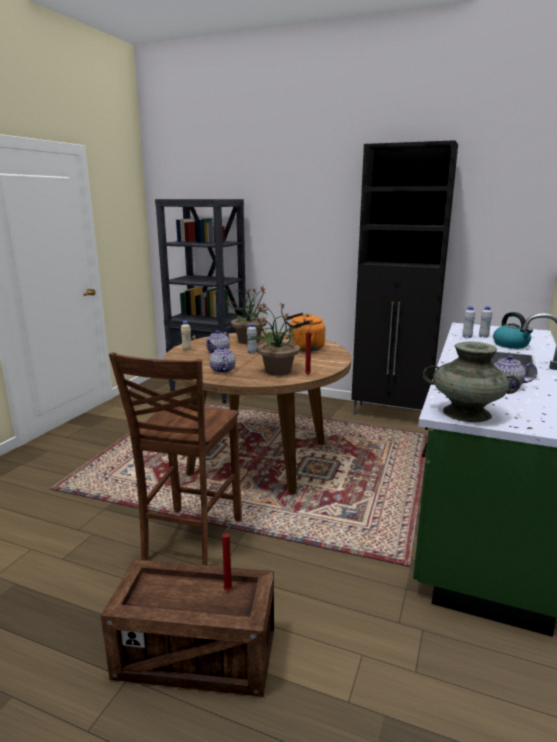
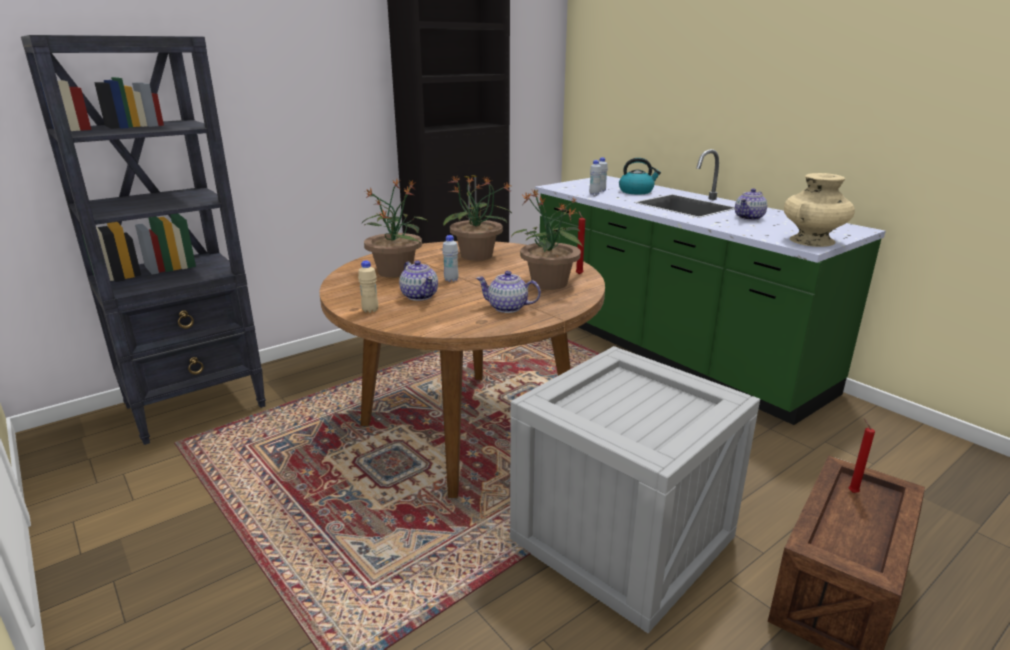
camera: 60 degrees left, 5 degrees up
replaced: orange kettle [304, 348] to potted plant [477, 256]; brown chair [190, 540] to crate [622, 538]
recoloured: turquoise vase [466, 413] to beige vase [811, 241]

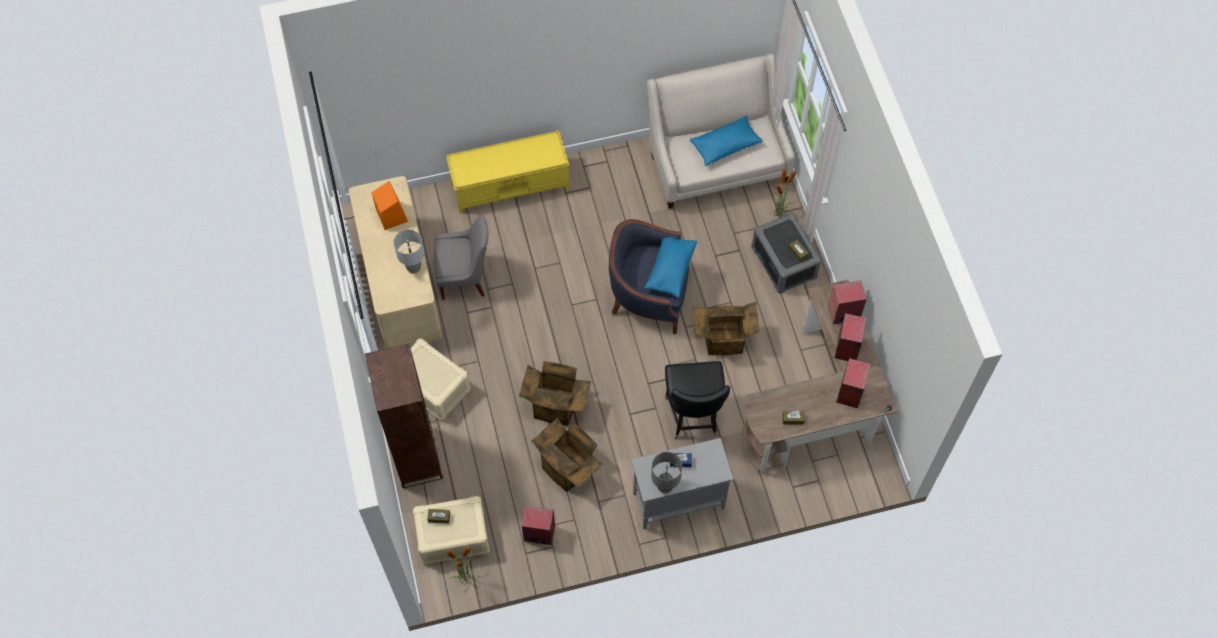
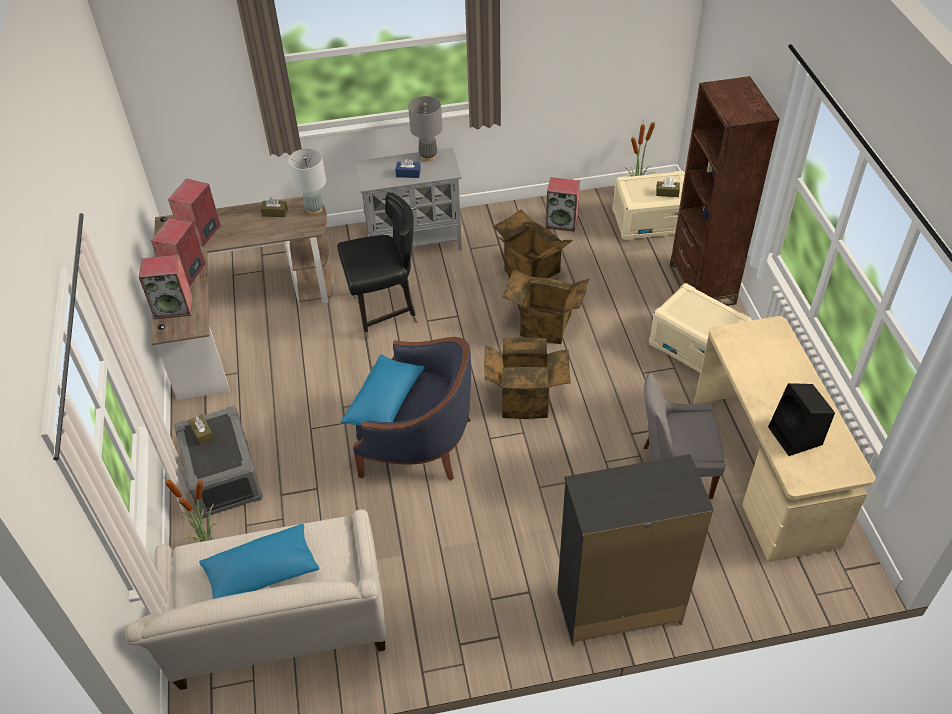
camera: 175 degrees left, 15 degrees down
moved: grey table lamp [414, 267] to [314, 209]; cardboard box [723, 340] to [525, 398]
replaced: yellow bench [511, 185] to black dresser [617, 608]
recoloured: orange speaker [391, 215] to black speaker [796, 437]
turned: black chair [693, 415] = [385, 312] 75 degrees clockwise

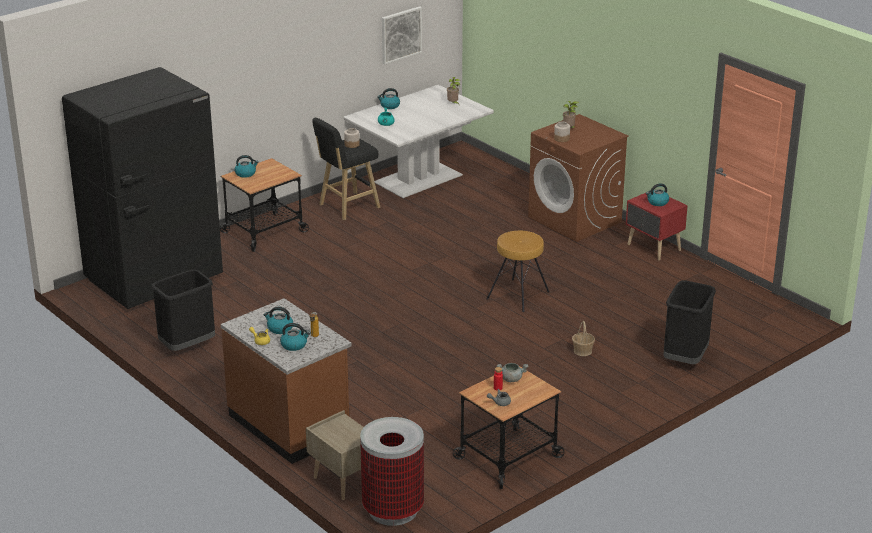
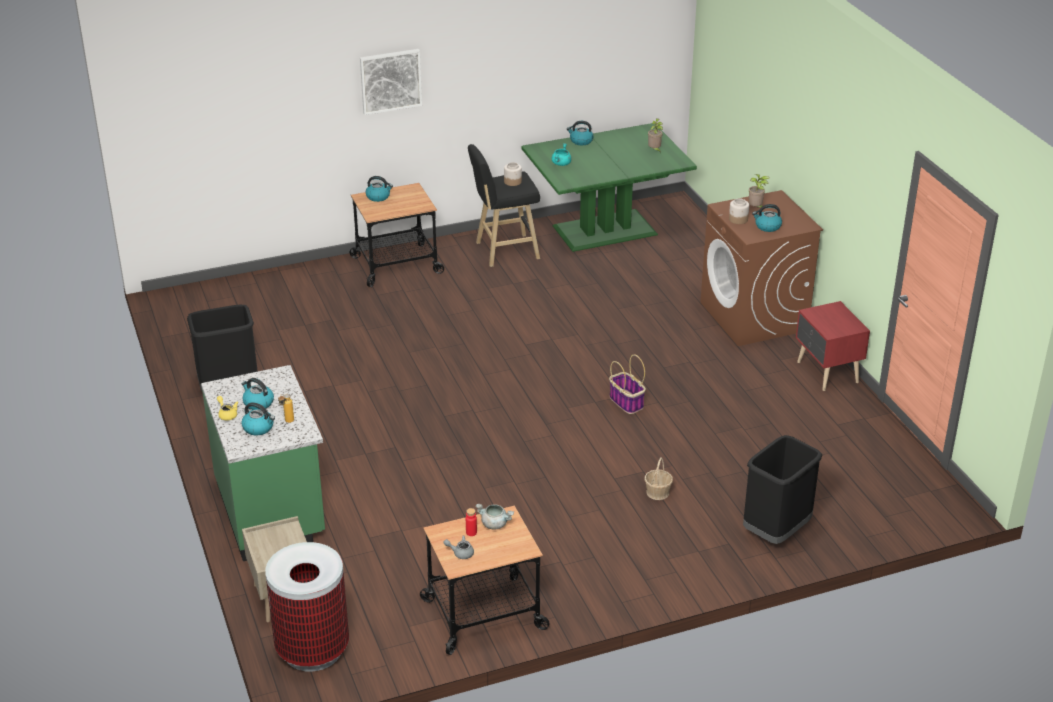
camera: 20 degrees right, 5 degrees up
removed: black fridge [154, 279]
moved: picture [401, 34] to [390, 81]; kettle [657, 202] to [767, 226]
replaced: brown stool [518, 295] to basket [627, 402]
recoloured: white dining table [419, 179] to green dining table [605, 231]; brown counter [290, 425] to green counter [272, 511]

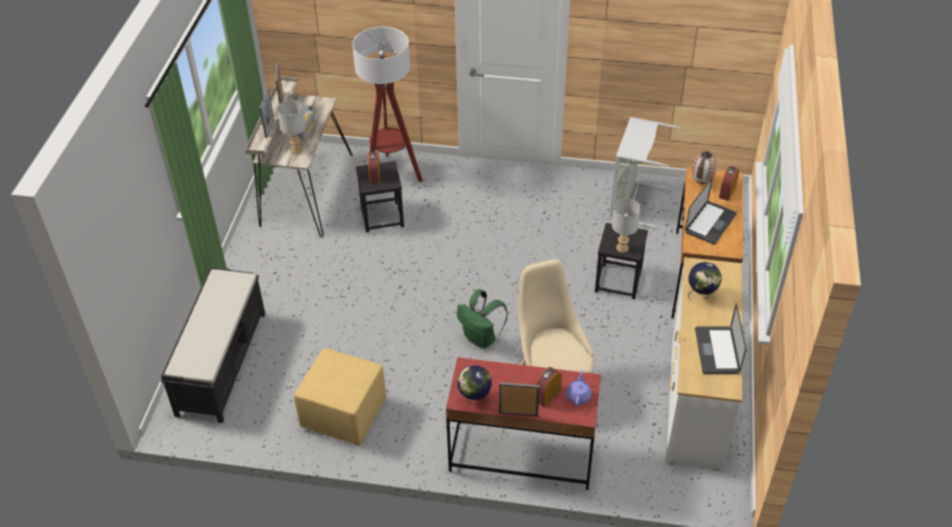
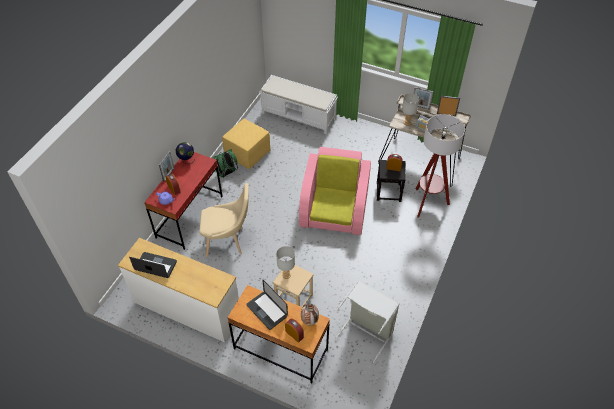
camera: 105 degrees right, 5 degrees up
removed: globe [701, 295]
added: pink armchair [334, 209]
moved: green backpack [481, 339] to [226, 173]
recoloured: black stool [618, 281] to beige stool [294, 298]; black bench [222, 362] to white bench [299, 116]

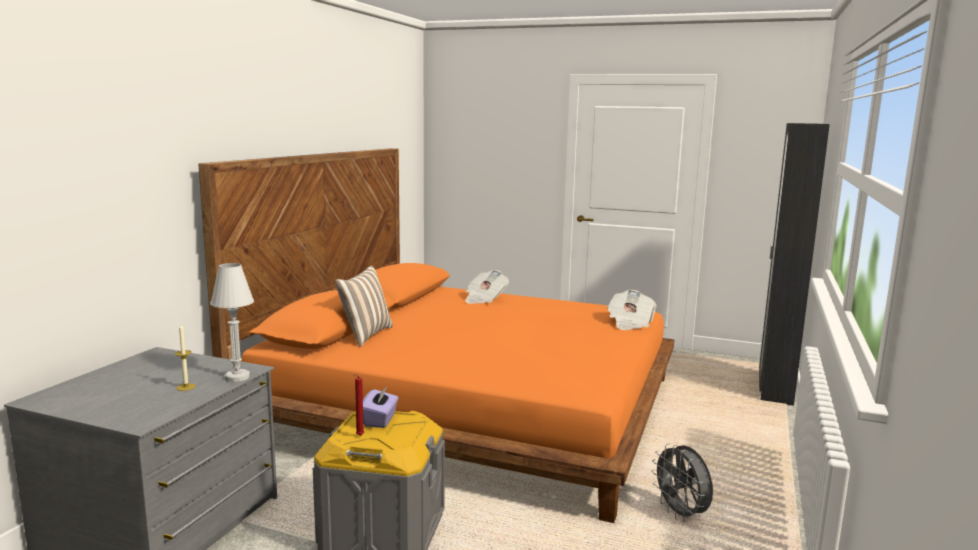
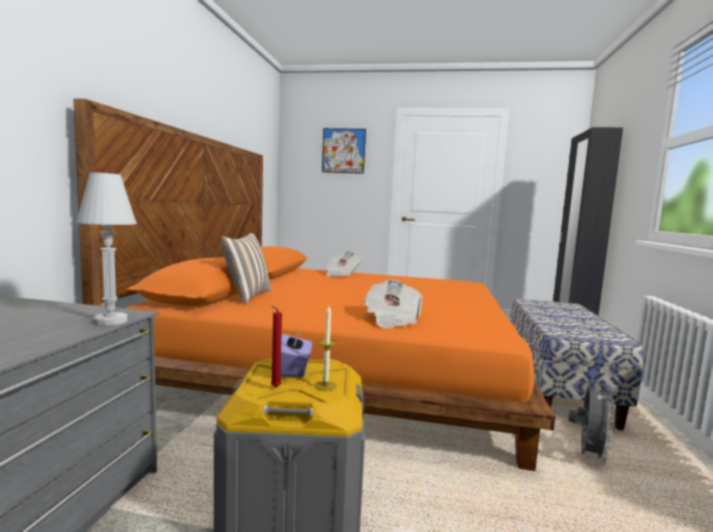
camera: 10 degrees left, 5 degrees down
added: picture [343, 151]; bench [556, 388]
moved: newspaper [630, 323] to [392, 320]; candle [186, 387] to [325, 386]
turned: grey fan [681, 514] = [588, 455] 120 degrees counterclockwise

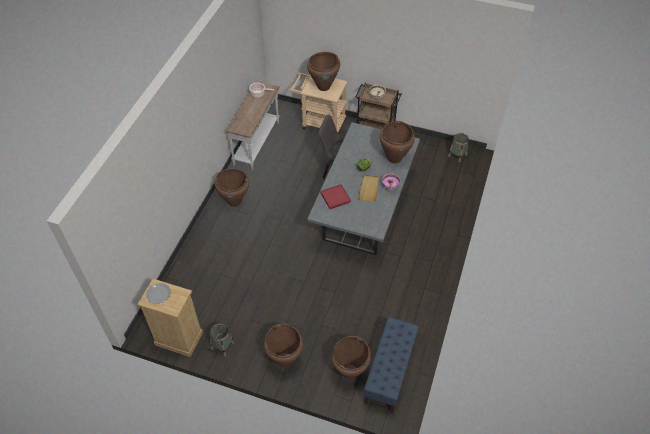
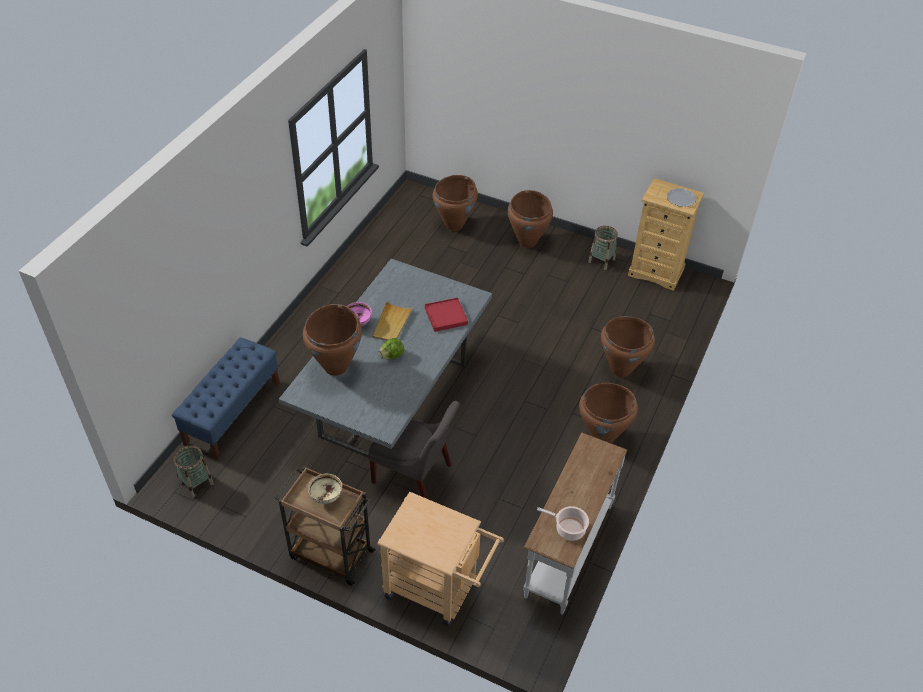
camera: 175 degrees left, 5 degrees down
moved: brown vase [323, 87] to [621, 369]; blue bench [389, 373] to [233, 413]

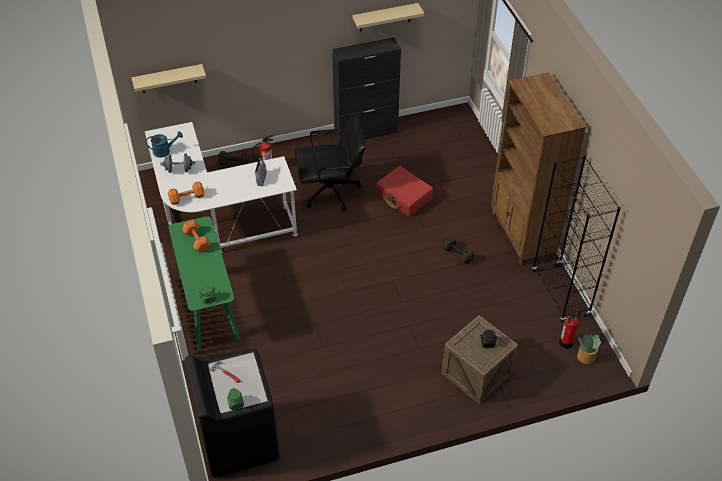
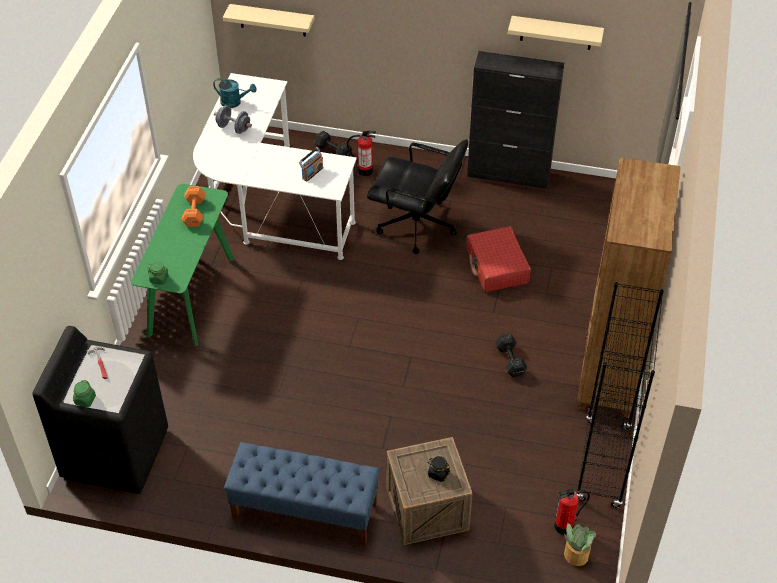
camera: 30 degrees right, 0 degrees up
removed: orange dumbbell [186, 198]
added: blue bench [304, 511]

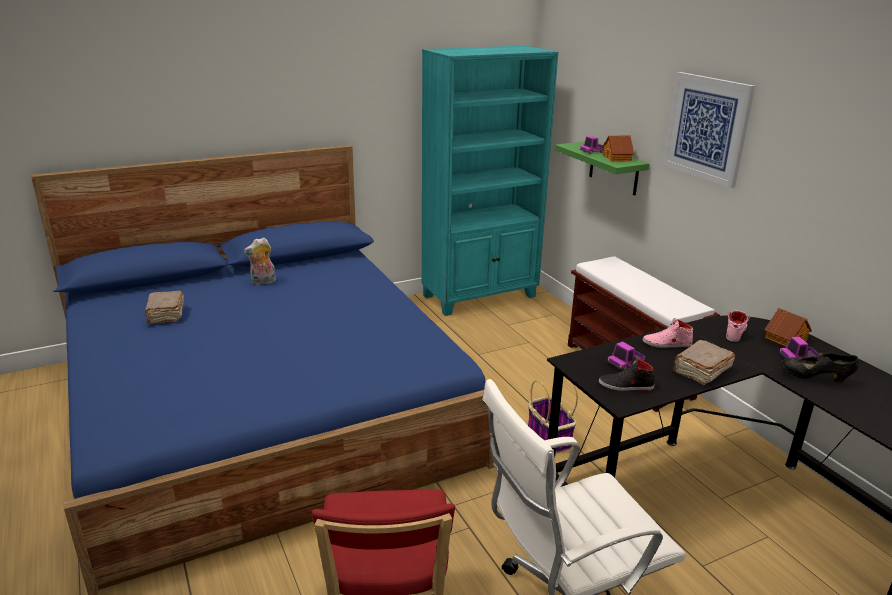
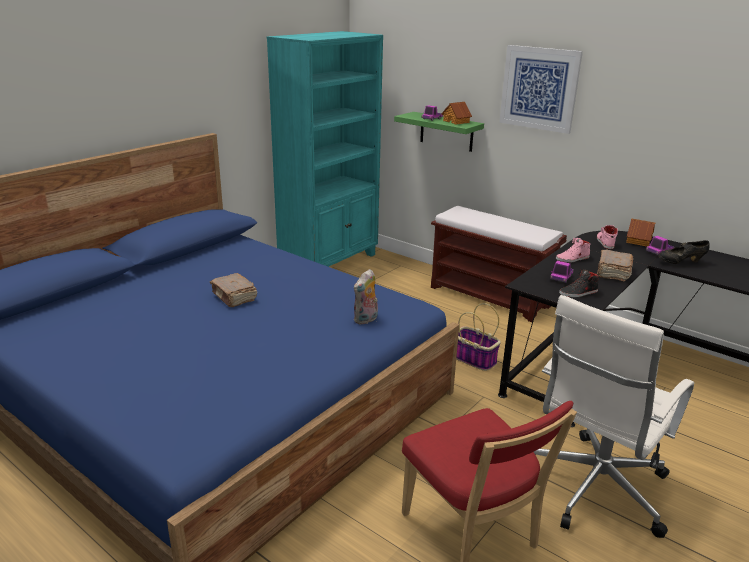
camera: 25 degrees left, 0 degrees up
moved: plush toy [263, 282] to [366, 320]; brown book [165, 315] to [234, 297]

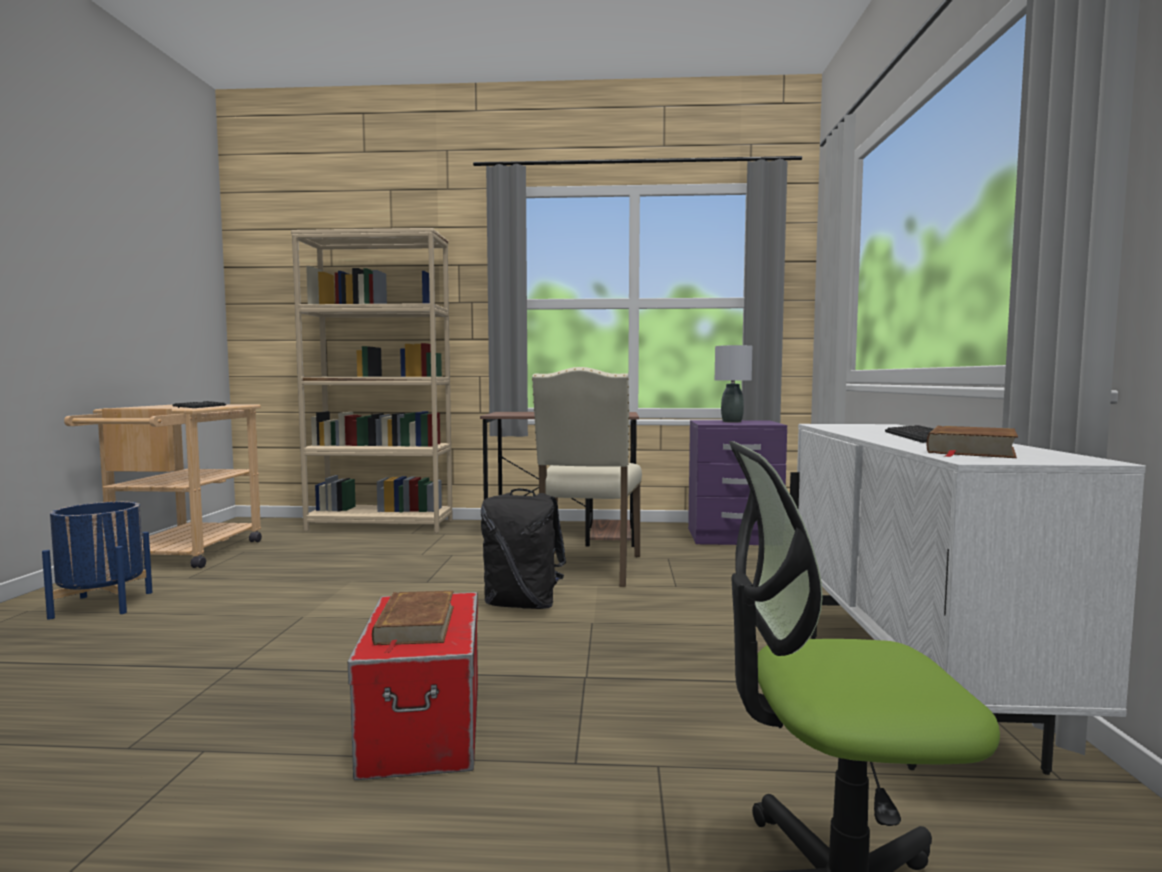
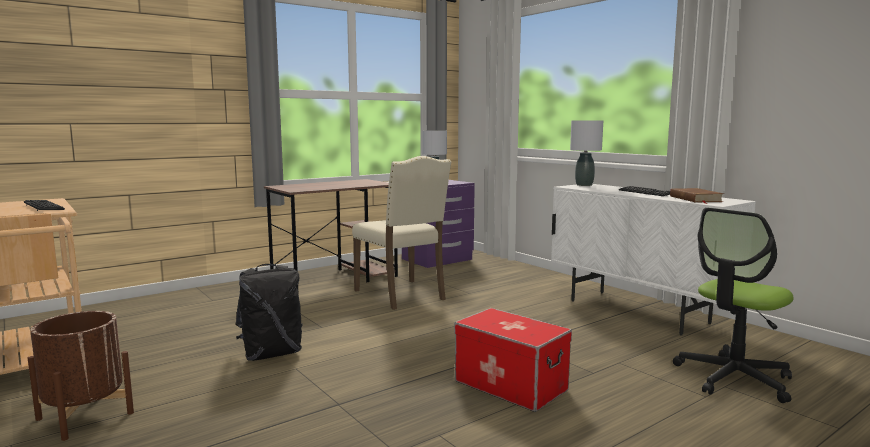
camera: 40 degrees left, 5 degrees up
removed: beige bookcase [381, 525]; brown book [415, 625]
added: grey table lamp [584, 185]
moved: black backpack [523, 604] to [272, 354]
recoloured: blue planter [102, 605] to brown planter [85, 416]

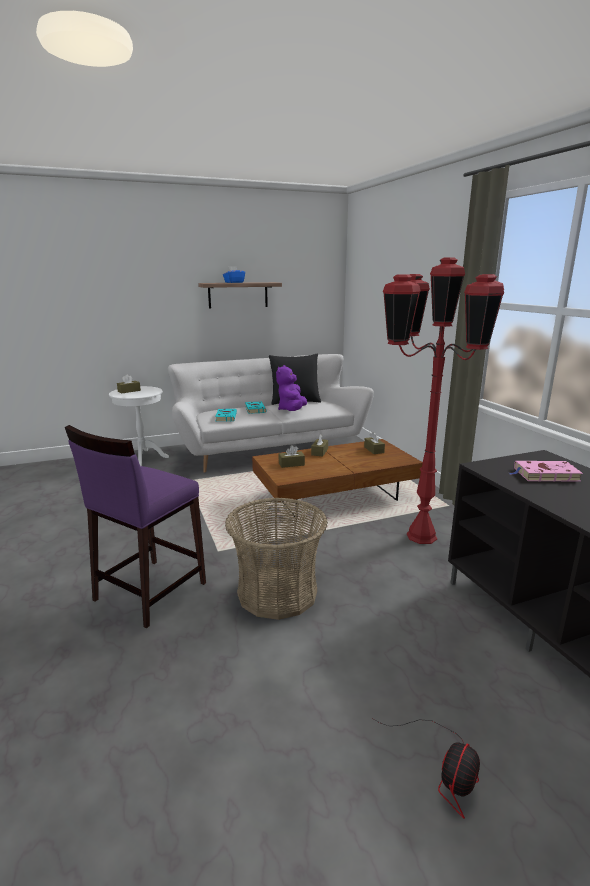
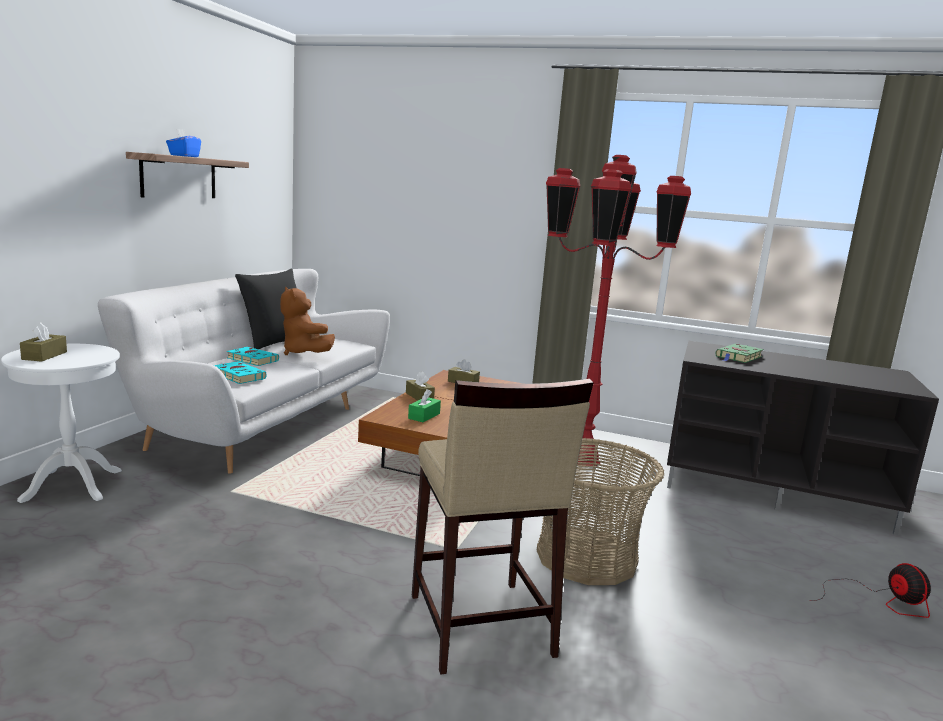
camera: 50 degrees left, 5 degrees down
recoloured: purple plush toy [292, 410] to brown plush toy [304, 353]; purple stool [149, 591] to beige stool [479, 625]; brown tissue box [291, 464] to green tissue box [424, 416]; pink book [544, 475] to green book [738, 357]

